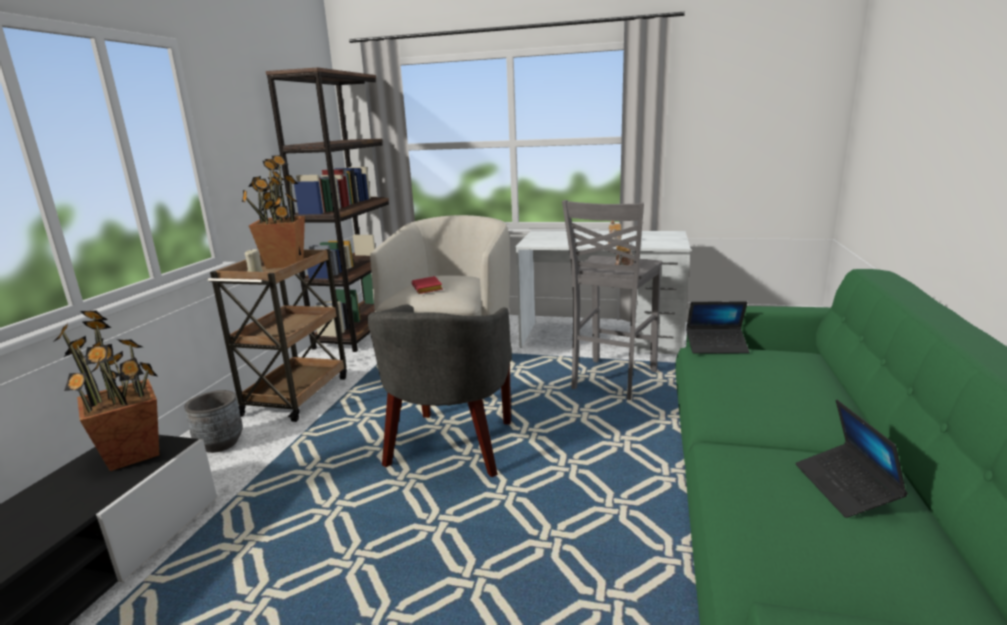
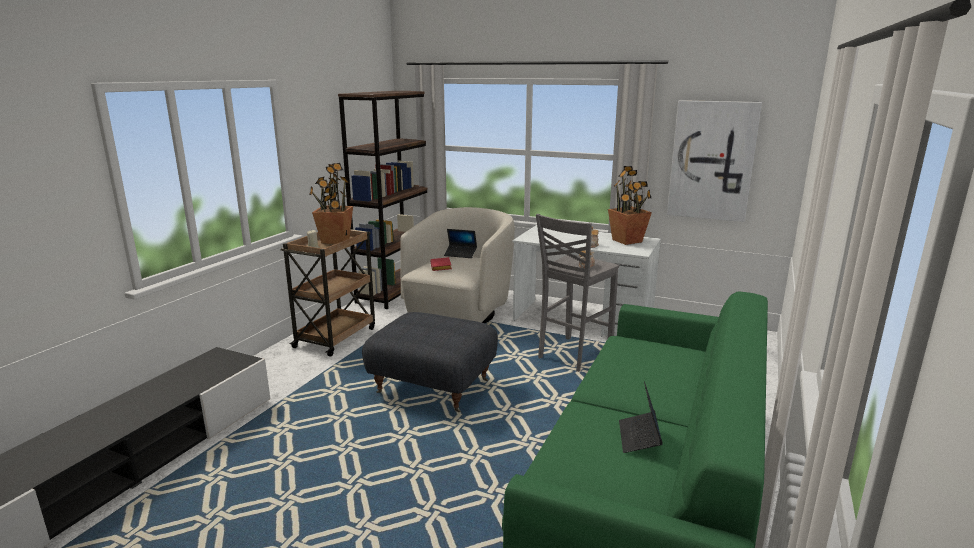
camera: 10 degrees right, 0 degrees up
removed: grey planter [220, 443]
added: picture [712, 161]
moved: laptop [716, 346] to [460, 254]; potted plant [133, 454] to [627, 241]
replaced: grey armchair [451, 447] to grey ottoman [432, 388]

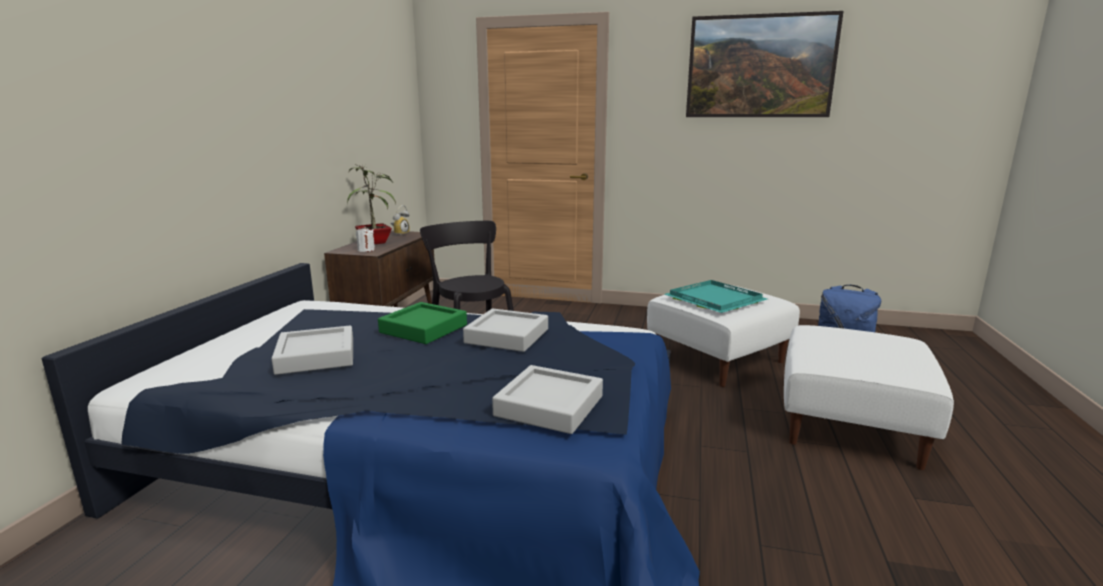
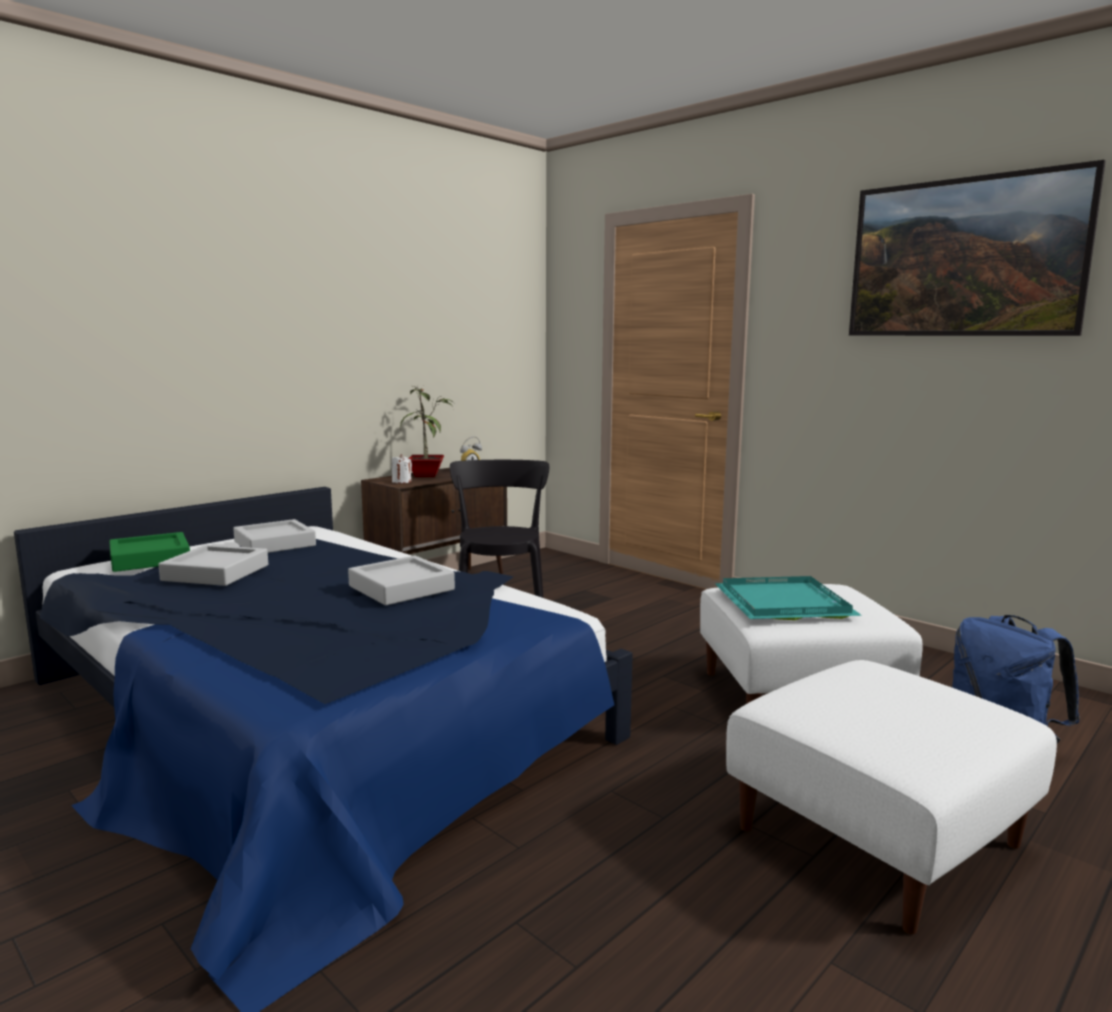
camera: 30 degrees right, 5 degrees down
moved: green tray [423, 329] to [150, 559]; grey tray [549, 406] to [275, 543]

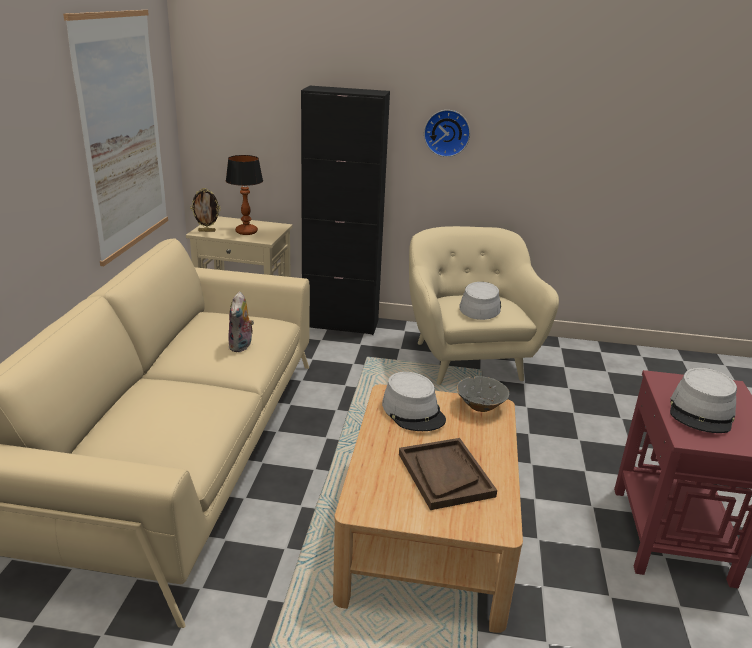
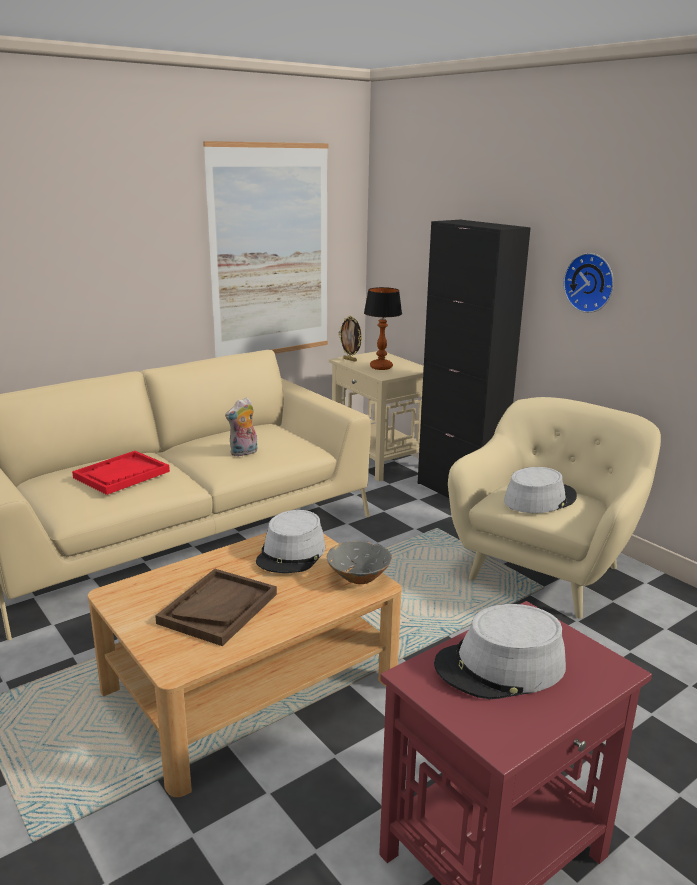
camera: 45 degrees right, 5 degrees down
added: red tray [121, 475]

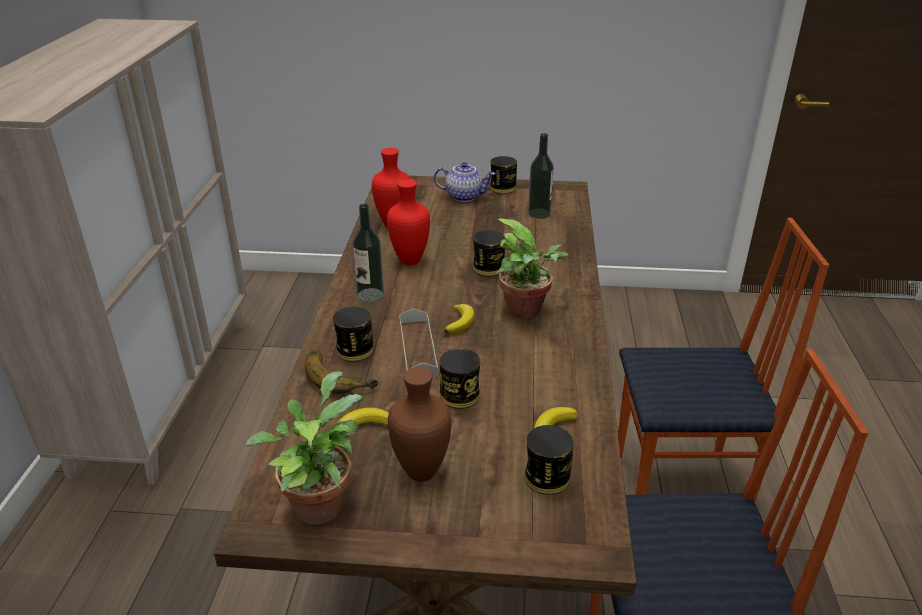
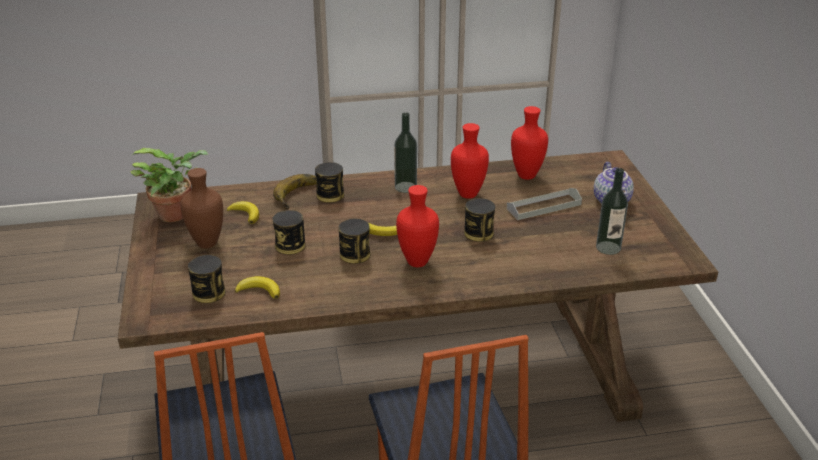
camera: 75 degrees right, 0 degrees up
moved: can [503, 188] to [355, 255]; grey tray [418, 348] to [543, 206]
replaced: potted plant [527, 311] to red vase [416, 262]

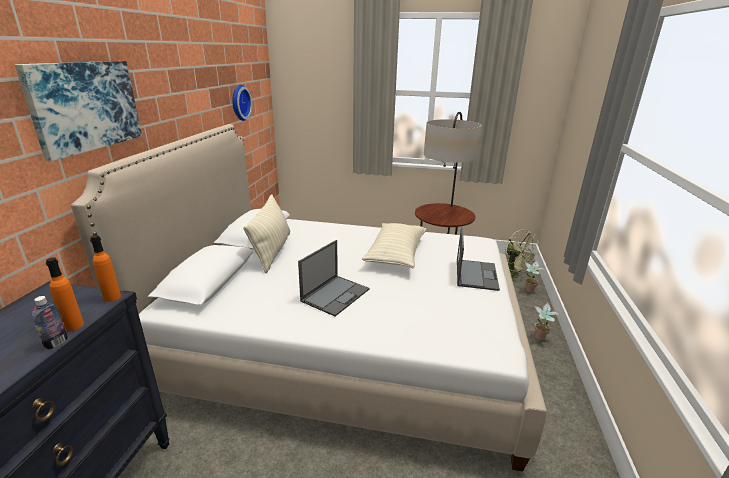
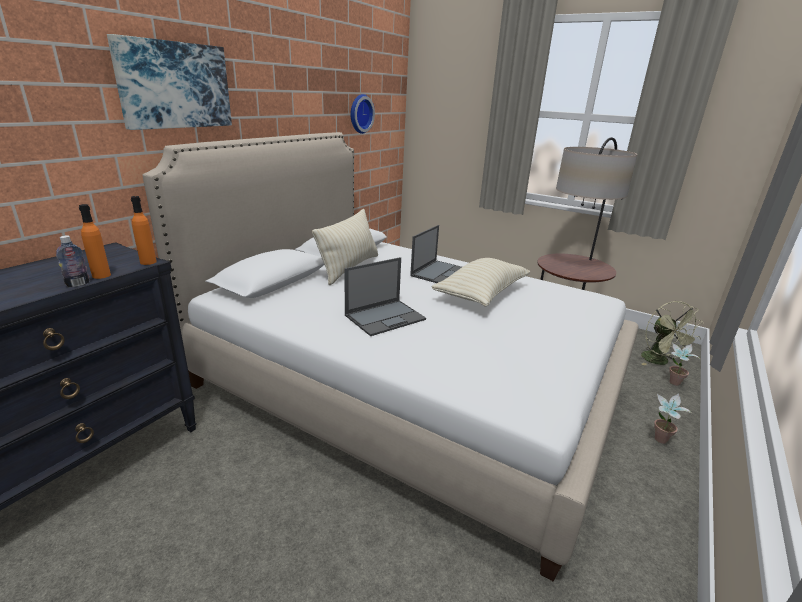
camera: 20 degrees right, 0 degrees up
moved: laptop [476, 274] to [439, 272]

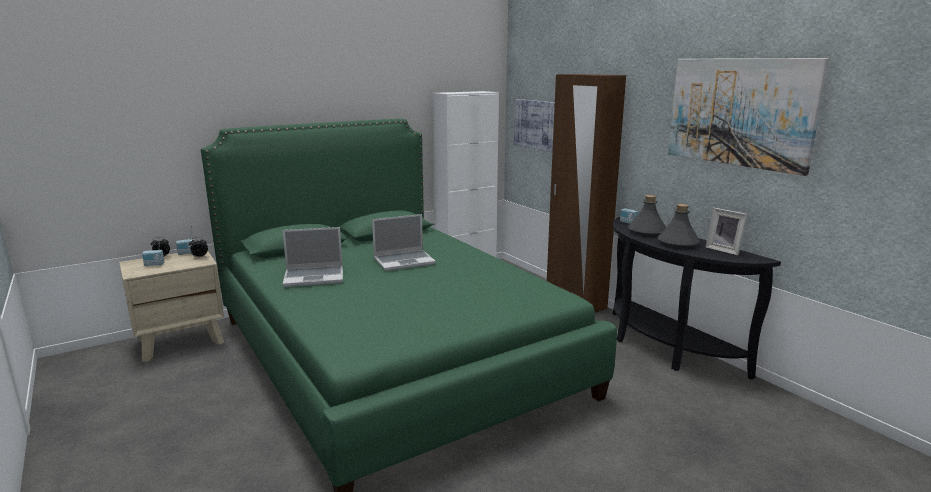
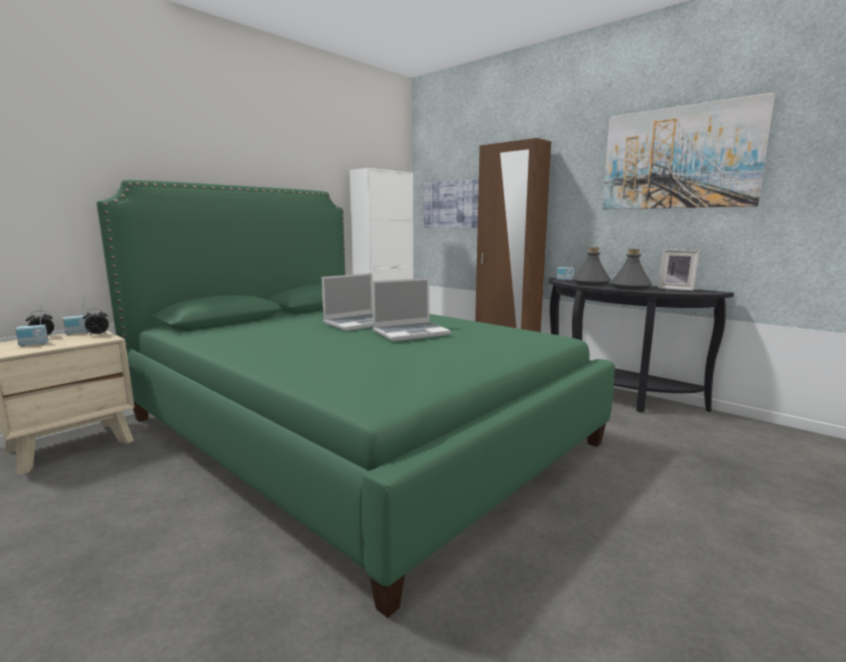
camera: 15 degrees left, 5 degrees down
moved: laptop [315, 277] to [411, 333]

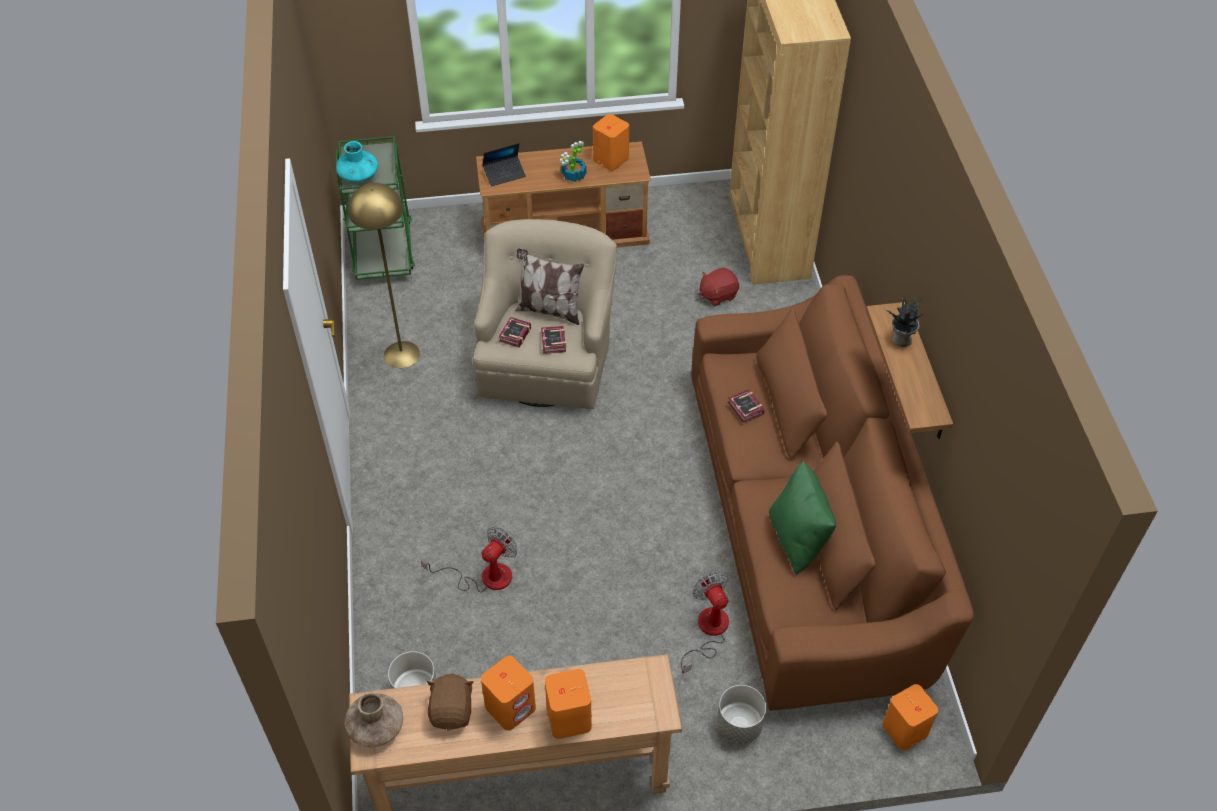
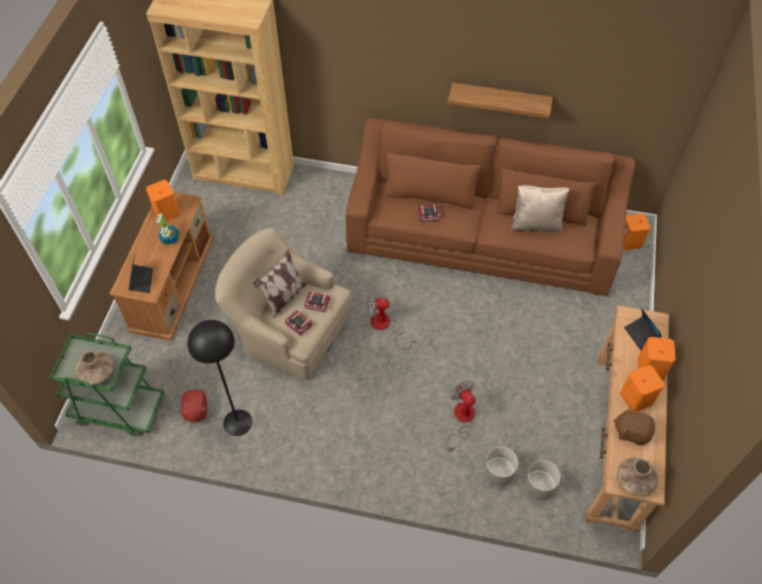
camera: 70 degrees left, 5 degrees up
removed: potted plant [901, 339]
added: laptop [641, 336]
moved: red plush toy [717, 295] to [195, 410]; fan [708, 631] to [385, 326]; grey planter [738, 725] to [498, 473]
recoloured: turquoise vase [358, 175] to brown vase [97, 373]; yellow floor lamp [401, 354] to black floor lamp [237, 422]; green pillow [797, 538] to beige pillow [536, 224]

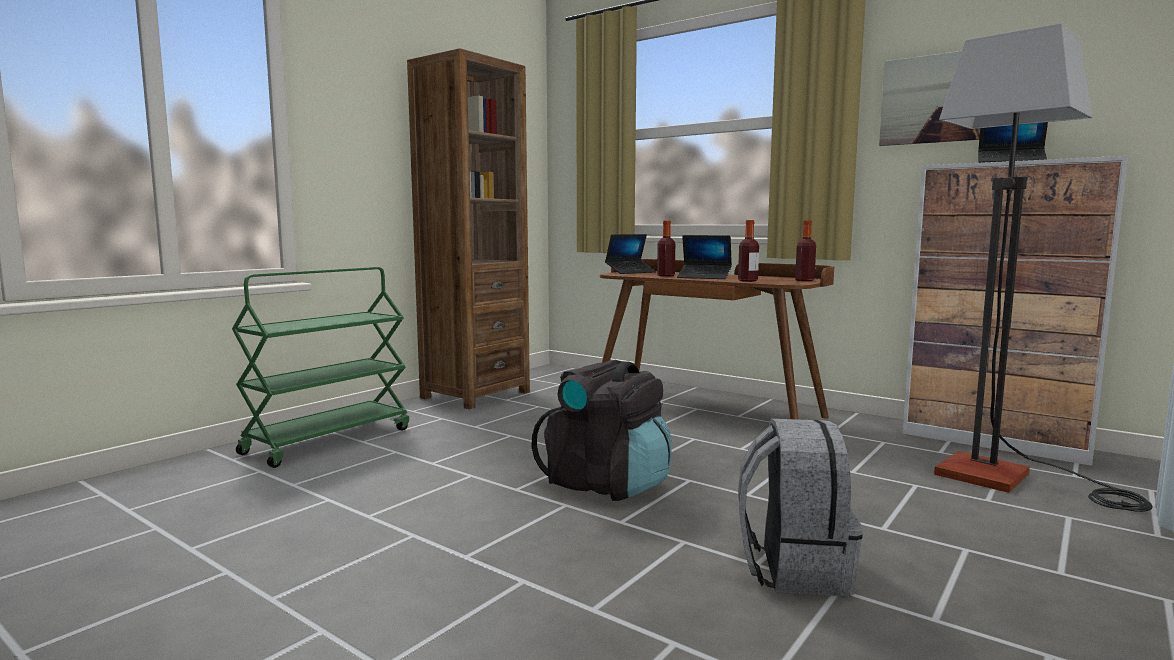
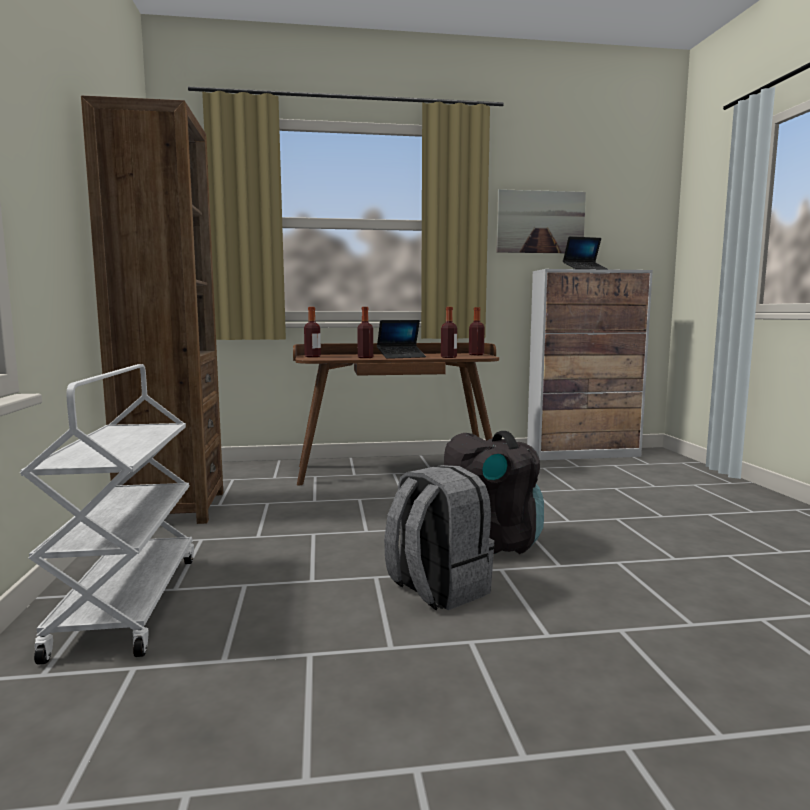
camera: 45 degrees left, 0 degrees up
removed: floor lamp [1011, 479]
moved: grey backpack [793, 568] to [437, 589]
replaced: laptop [630, 272] to bottle [312, 356]
recoloured: green cart [329, 440] to white cart [127, 603]

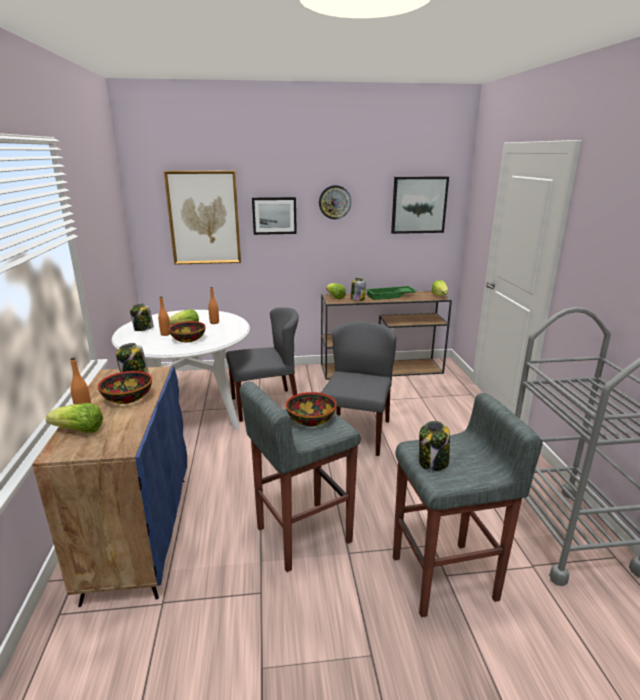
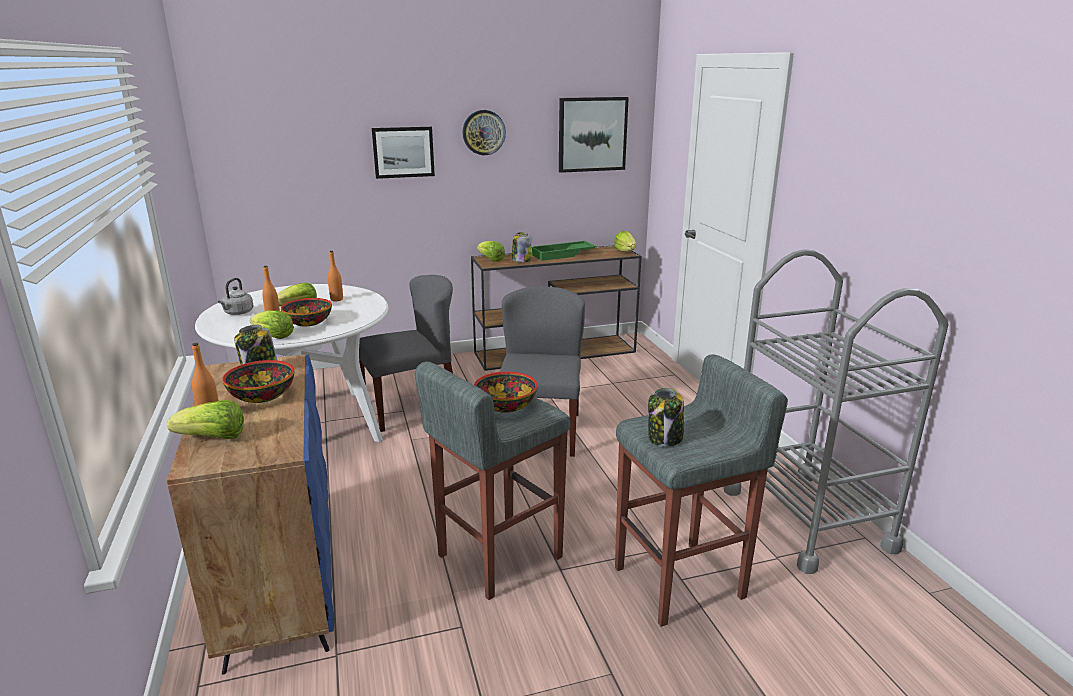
camera: 10 degrees left, 0 degrees up
removed: picture [204, 218]
added: lettuce [274, 337]
replaced: jar [143, 329] to grey kettle [238, 313]

